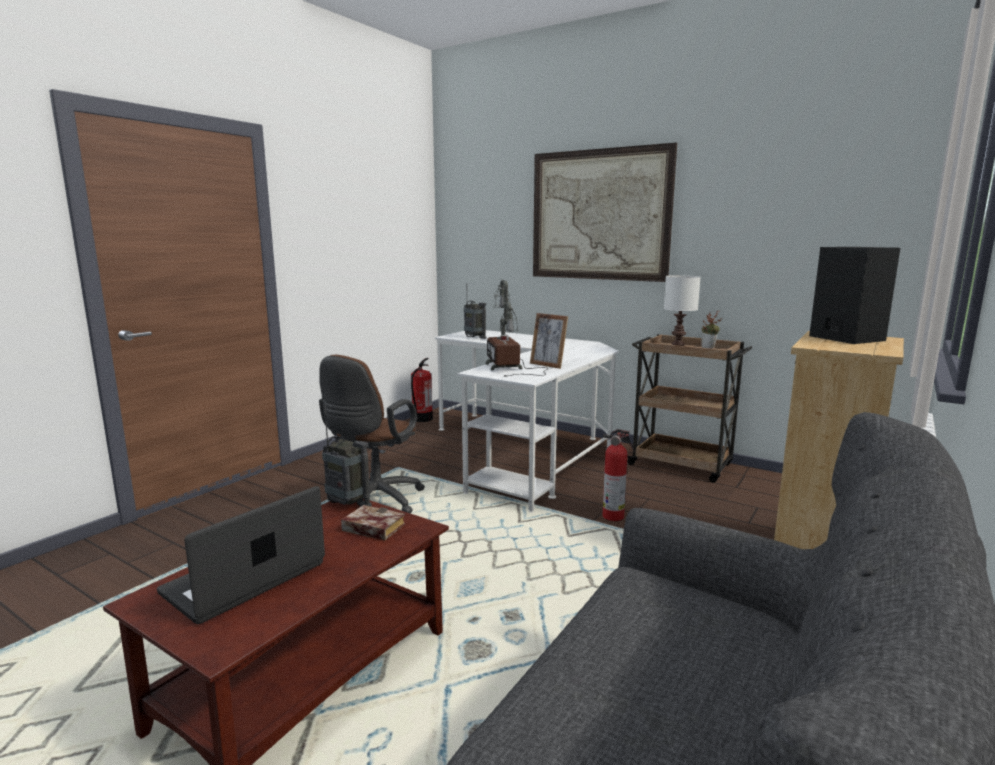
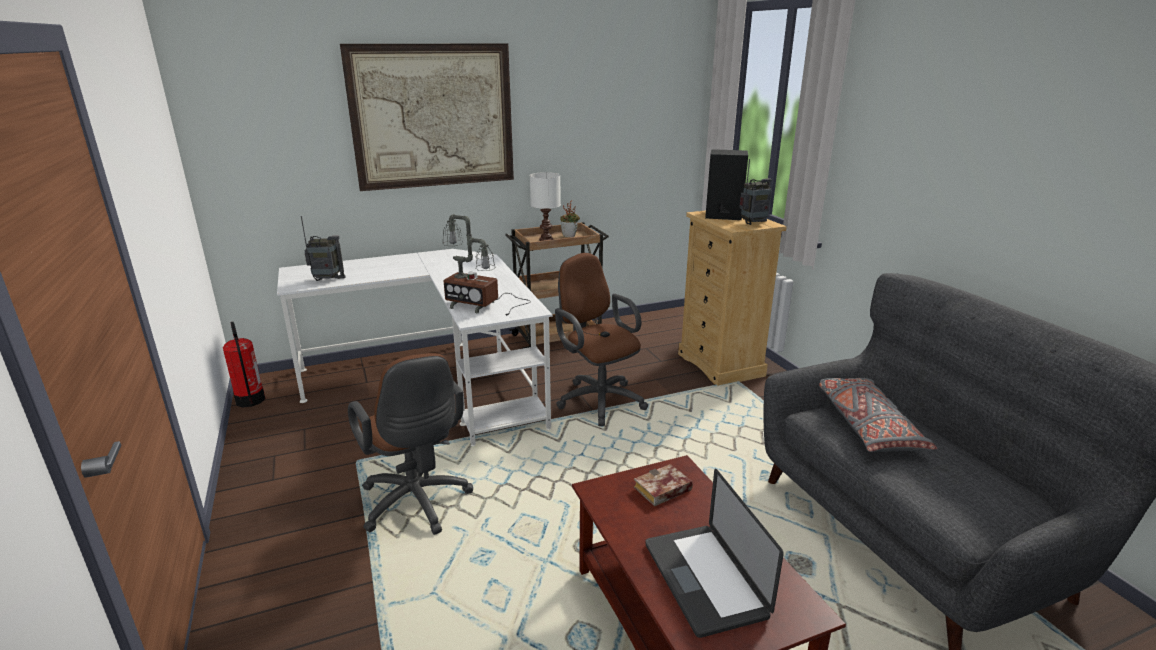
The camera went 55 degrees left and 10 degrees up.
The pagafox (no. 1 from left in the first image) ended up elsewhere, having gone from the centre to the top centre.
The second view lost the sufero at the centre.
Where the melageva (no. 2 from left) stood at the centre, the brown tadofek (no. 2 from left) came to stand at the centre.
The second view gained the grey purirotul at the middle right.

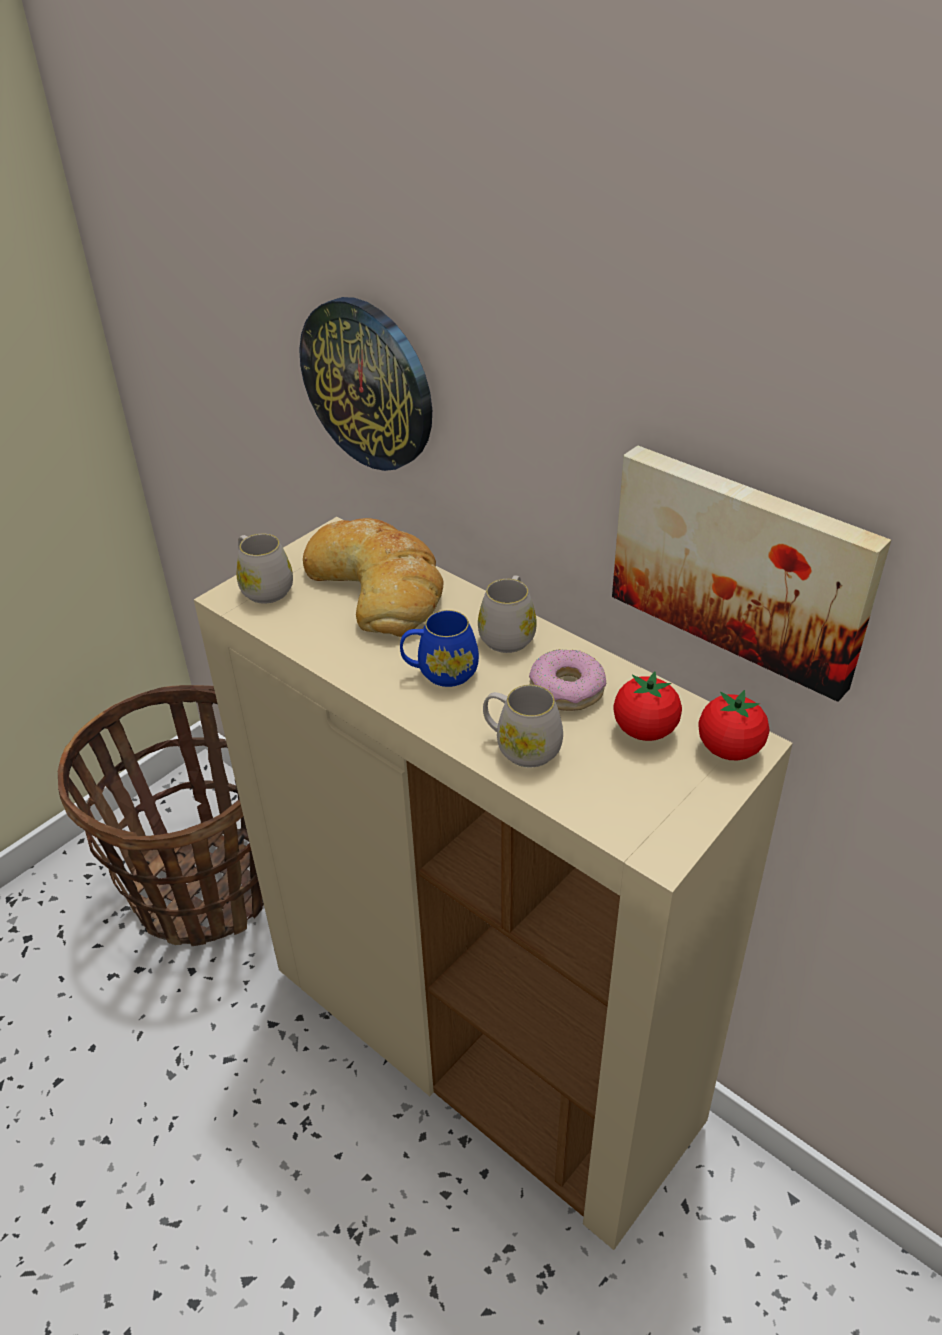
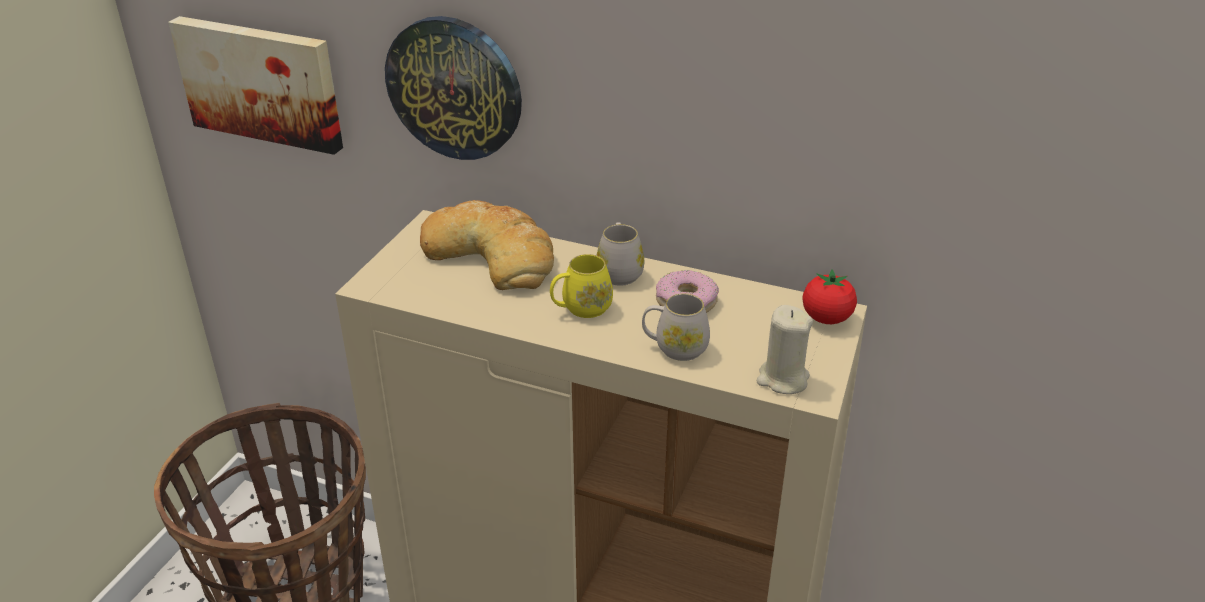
The camera went 20 degrees left and 5 degrees down.
The second view lost the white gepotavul (no. 1 from left) at the middle left.
What was the blue gepotavul at the centre turned into the yellow gepotavul at the centre.
The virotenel ended up elsewhere, having gone from the middle right to the top left.
The second view lost the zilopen (no. 1 from left) at the middle right.
The second view gained the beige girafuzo at the centre.

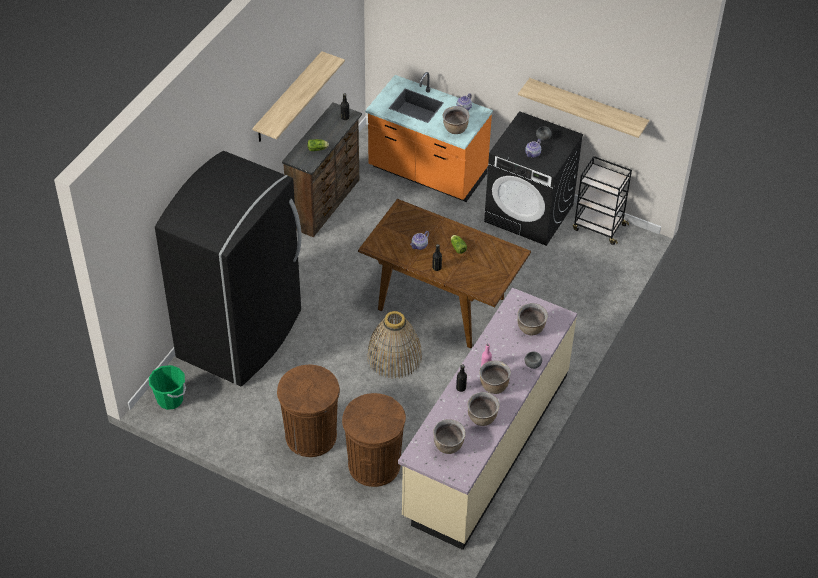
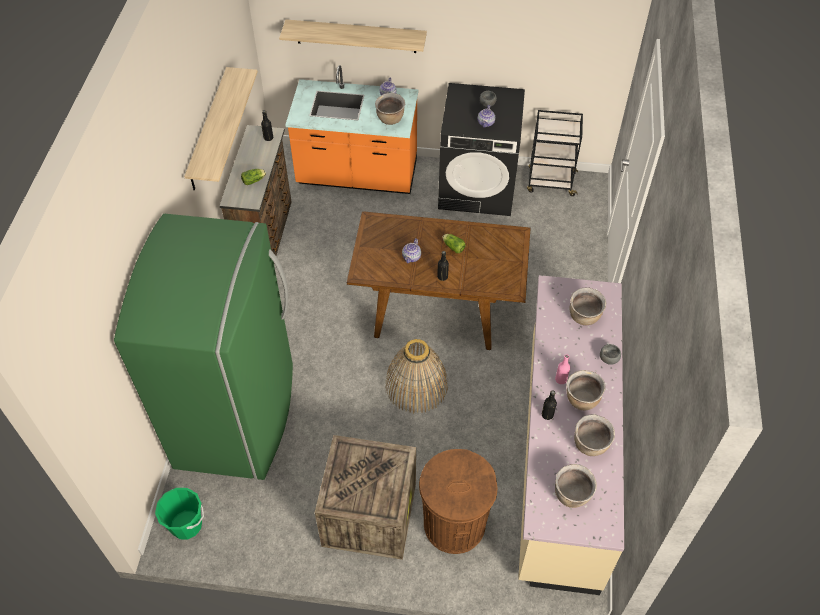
The camera went 20 degrees left and 5 degrees up.
What was the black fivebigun at the middle left turned into the green fivebigun at the middle left.
Where the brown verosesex (no. 1 from left) stood at the bottom centre, the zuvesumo came to stand at the bottom centre.
The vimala (no. 2 from left) ended up elsewhere, having gone from the top right to the top centre.

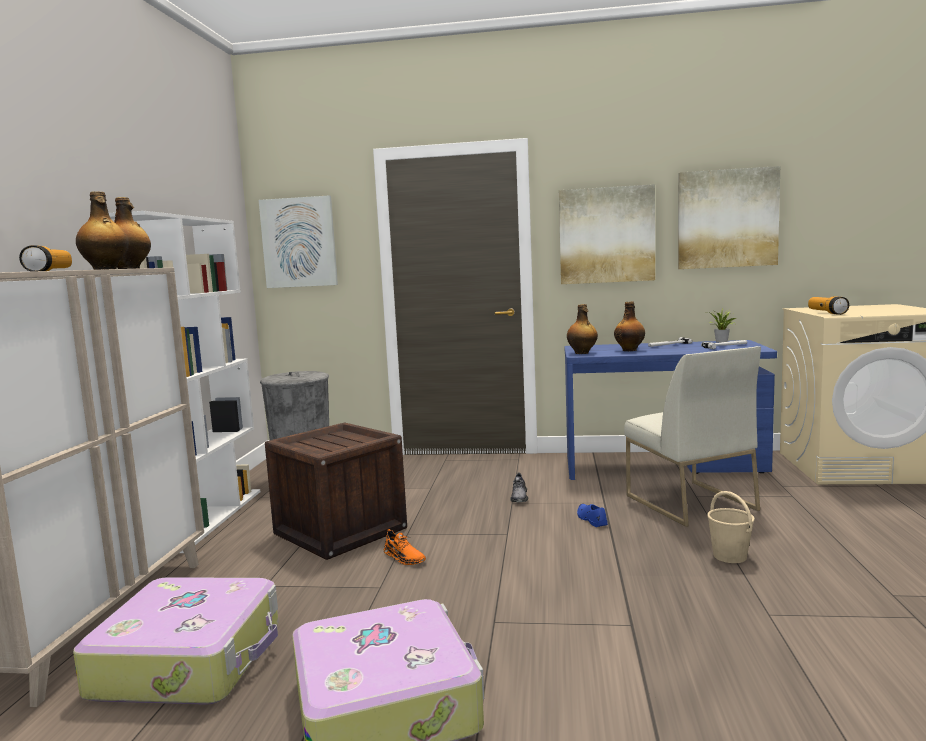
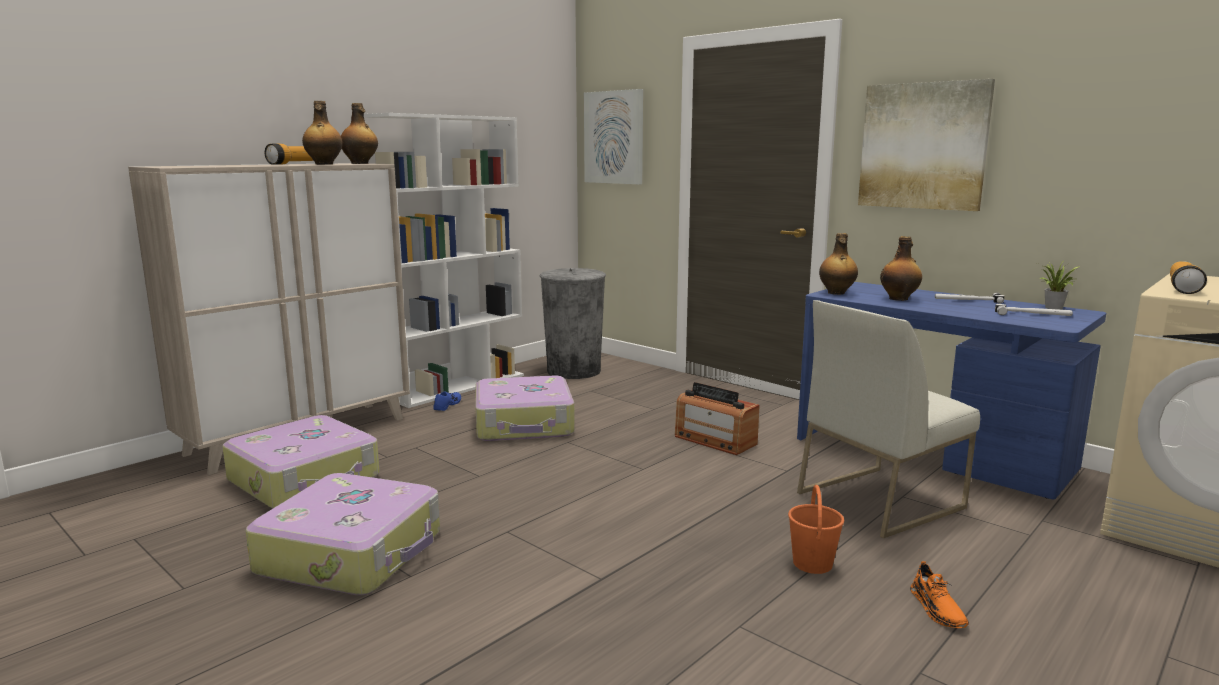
The camera went 35 degrees right and 5 degrees up.
Where the zuvesumo stood at the centre, the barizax (no. 3 from left) came to stand at the centre.
The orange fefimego ended up elsewhere, having gone from the bottom centre to the bottom right.
Where the grey fefimego stood at the centre, the pagafox came to stand at the centre.
The blue fefimego ended up elsewhere, having gone from the bottom centre to the centre.
The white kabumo at the middle right ended up facing another way, 45 degrees clockwise from before.
The second view lost the virotenel (no. 3 from left) at the top right.
What was the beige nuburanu at the bottom right turned into the orange nuburanu at the bottom right.

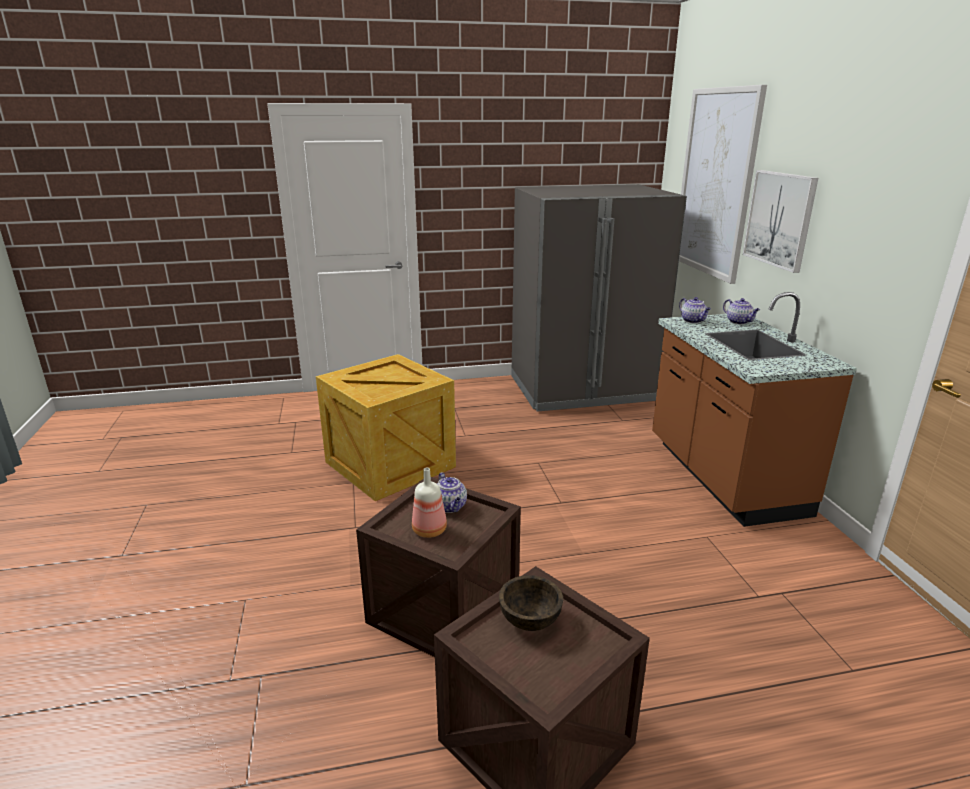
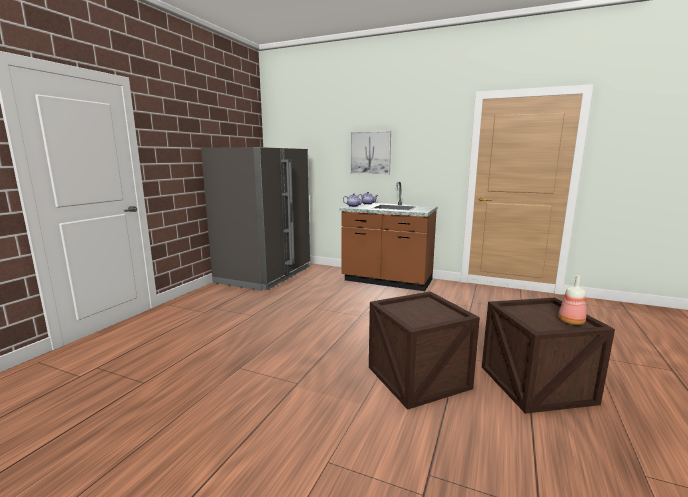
The camera went 55 degrees left and 10 degrees down.
The second view lost the zuvesumo (no. 1 from left) at the centre.
The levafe ended up elsewhere, having gone from the centre to the middle right.
The second view lost the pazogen (no. 1 from left) at the centre.
The second view lost the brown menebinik at the bottom centre.
The second view lost the virotenel (no. 1 from left) at the top right.

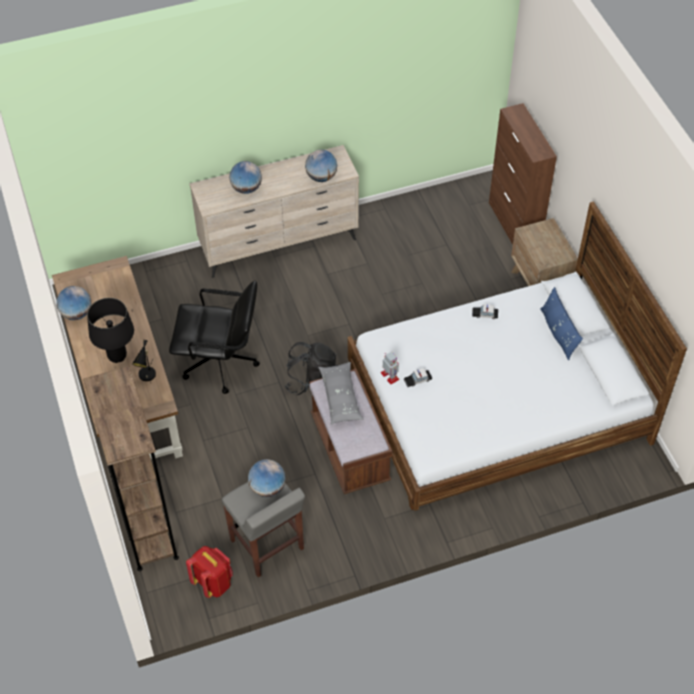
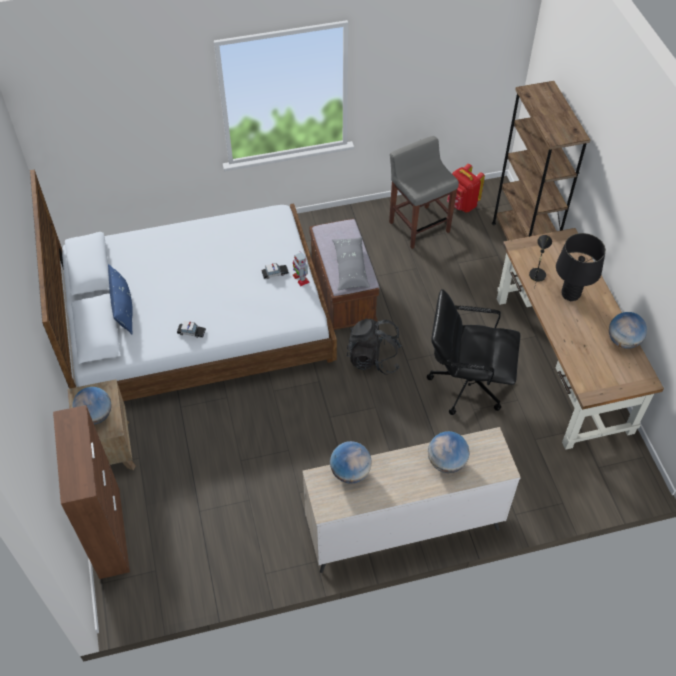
The camera went 175 degrees left and 0 degrees up.
The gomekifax (no. 3 from left in the first image) ended up elsewhere, having gone from the bottom centre to the middle left.

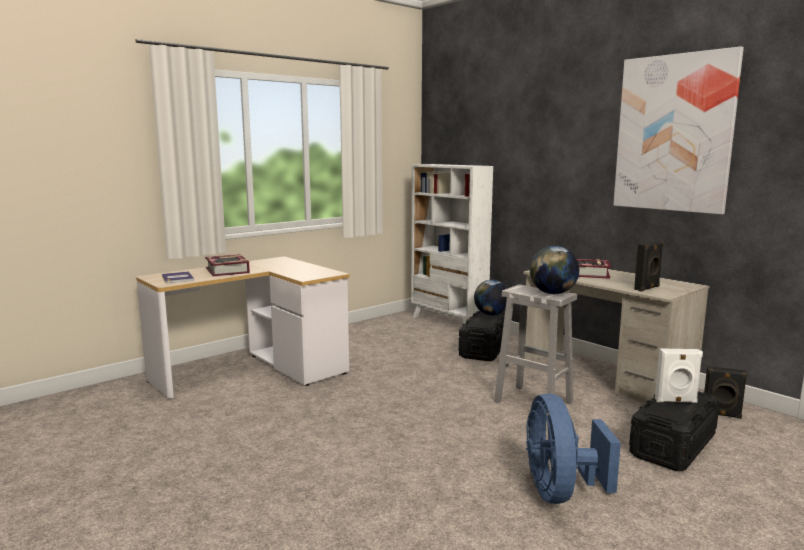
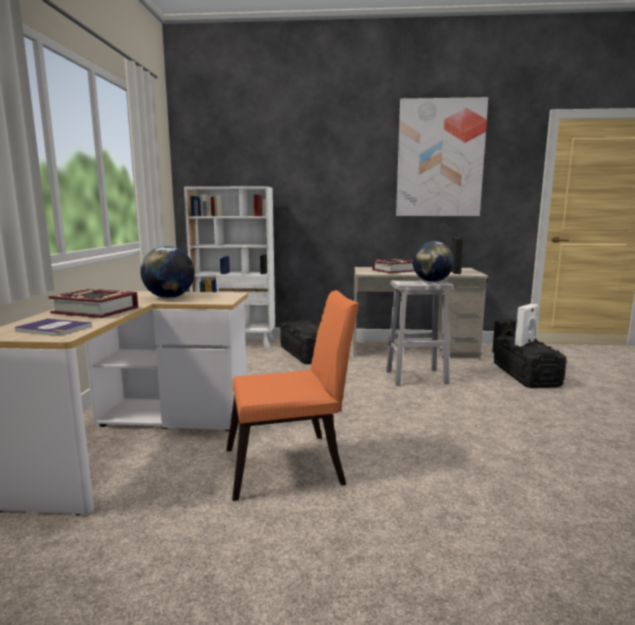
The camera went 45 degrees left and 0 degrees up.
The gomekifax (no. 1 from left) ended up elsewhere, having gone from the centre to the middle left.
The second view lost the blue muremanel at the bottom right.
The second view gained the orange kabumo at the centre.

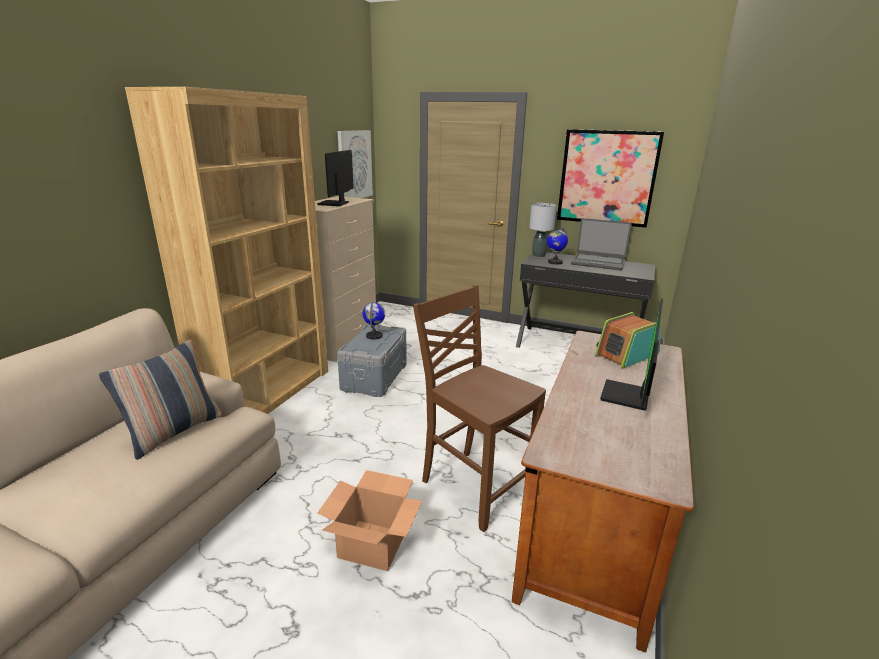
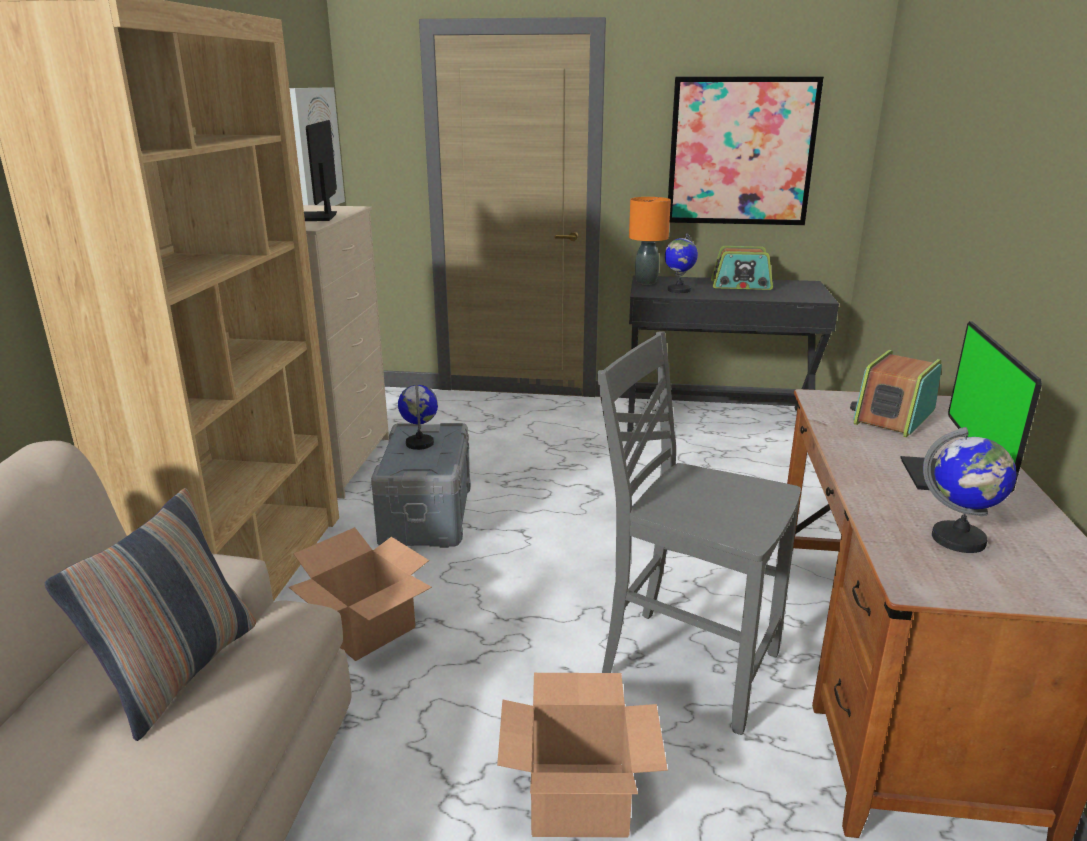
The camera went 15 degrees left and 0 degrees up.
What was the brown kabumo at the centre turned into the grey kabumo at the centre.
What was the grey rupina at the centre turned into the orange rupina at the top centre.
Where the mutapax stood at the middle right, the pagafox (no. 1 from left) came to stand at the top right.
The second view gained the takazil (no. 1 from left) at the bottom left.
The second view gained the gomekifax (no. 3 from left) at the middle right.

